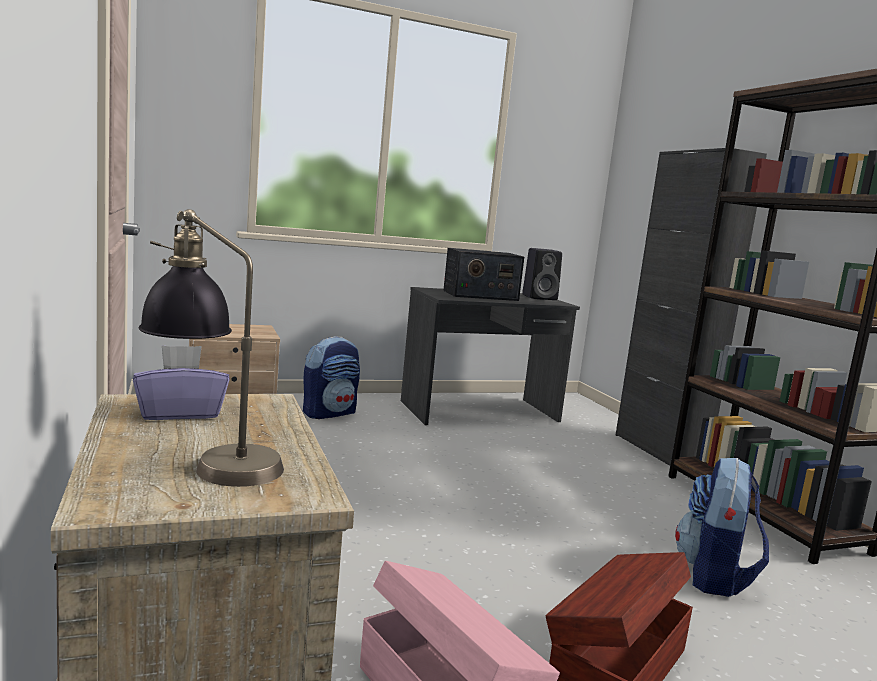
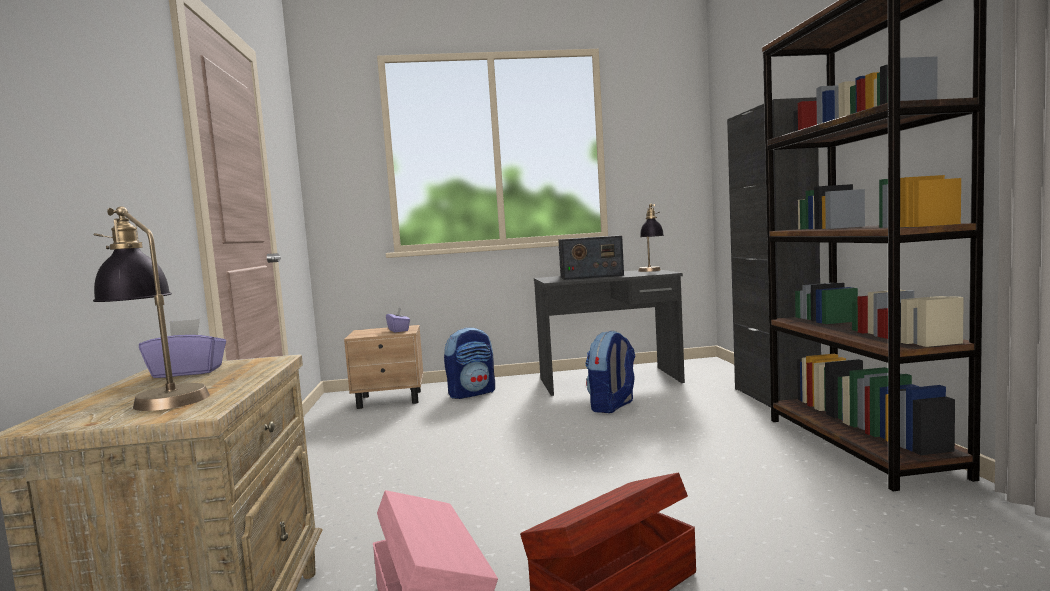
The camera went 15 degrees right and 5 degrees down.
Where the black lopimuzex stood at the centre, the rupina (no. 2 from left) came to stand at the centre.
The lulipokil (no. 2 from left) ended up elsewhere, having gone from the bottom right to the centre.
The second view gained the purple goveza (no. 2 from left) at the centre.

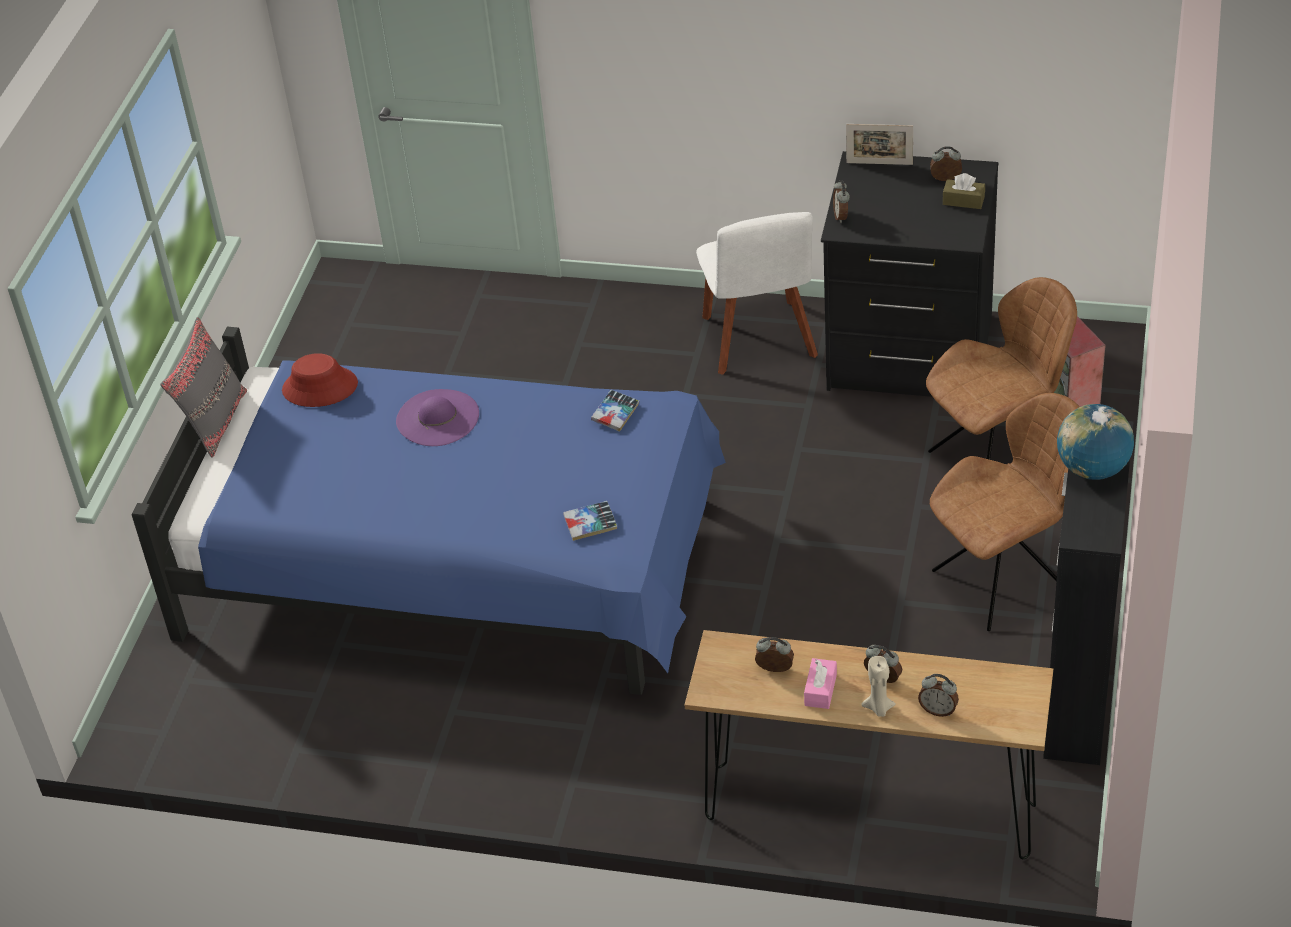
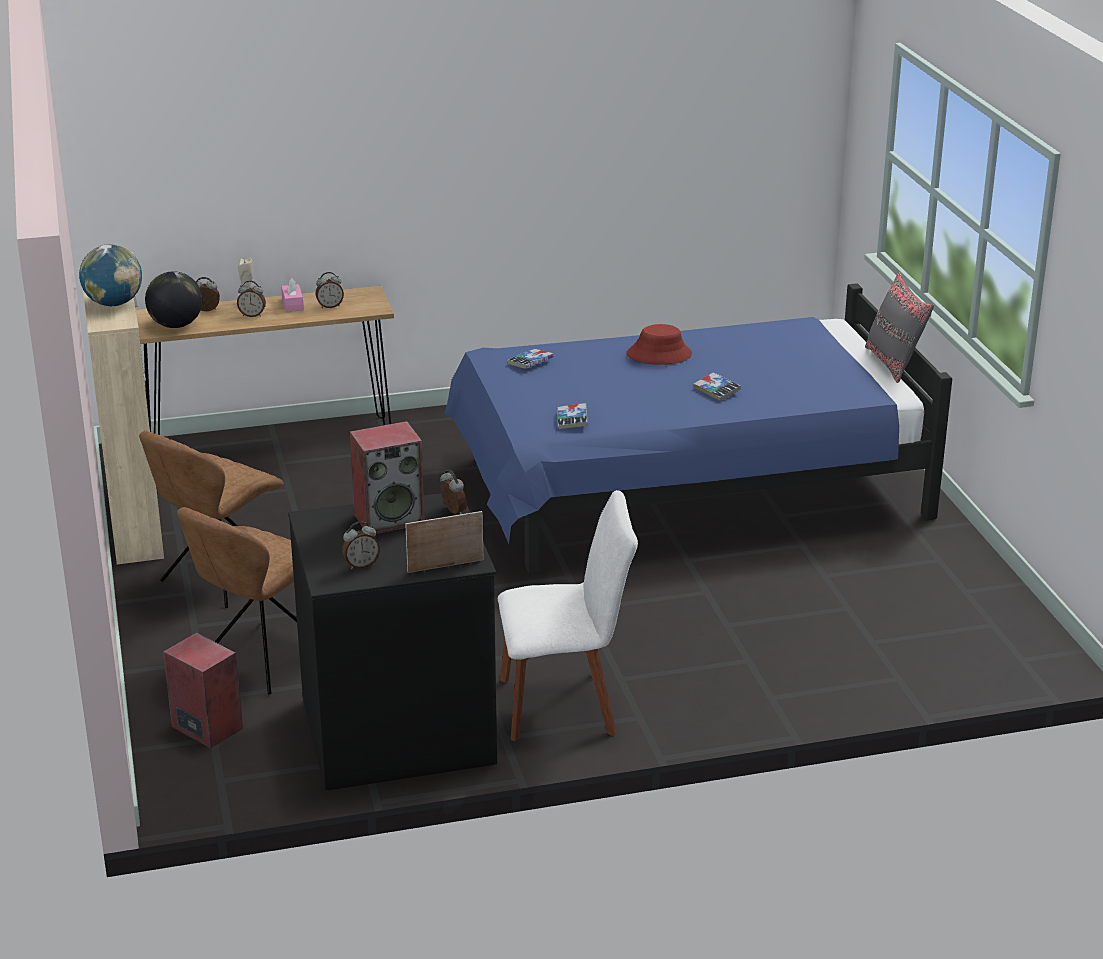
The camera went 150 degrees right and 15 degrees down.
The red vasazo ended up elsewhere, having gone from the middle left to the centre.
Where the purple vasazo stood at the centre, the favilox (no. 3 from left) came to stand at the centre.
The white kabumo at the top centre ended up facing another way, 120 degrees clockwise from before.
The second view lost the brown goveza at the top right.
What was the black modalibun at the middle right turned into the beige modalibun at the middle left.
The second view gained the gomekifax (no. 2 from left) at the top left.
The second view gained the lopimuzex (no. 2 from left) at the centre.

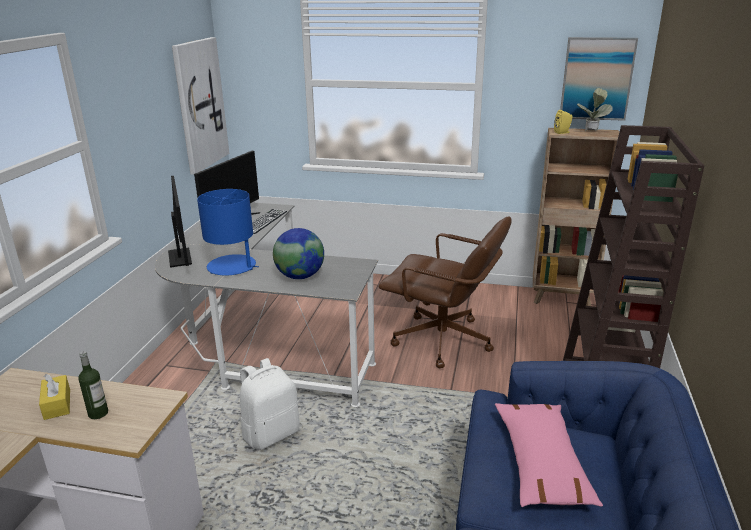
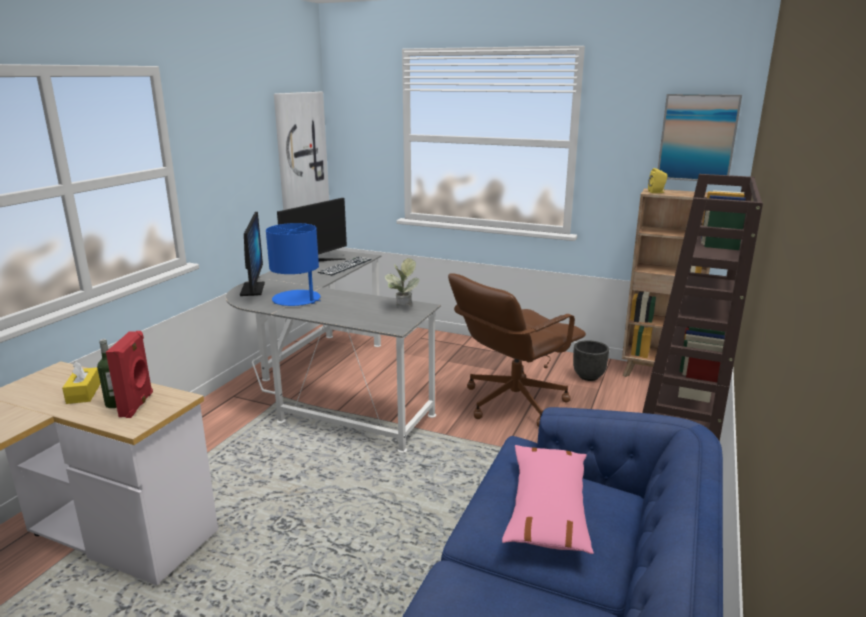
The camera went 10 degrees right and 5 degrees down.
The second view lost the white lulipokil at the bottom centre.
The second view lost the gomekifax at the centre.
The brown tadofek at the centre ended up facing another way, 105 degrees clockwise from before.
The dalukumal ended up elsewhere, having gone from the top right to the centre.
The second view gained the red lopimuzex at the middle left.
The second view gained the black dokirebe at the middle right.

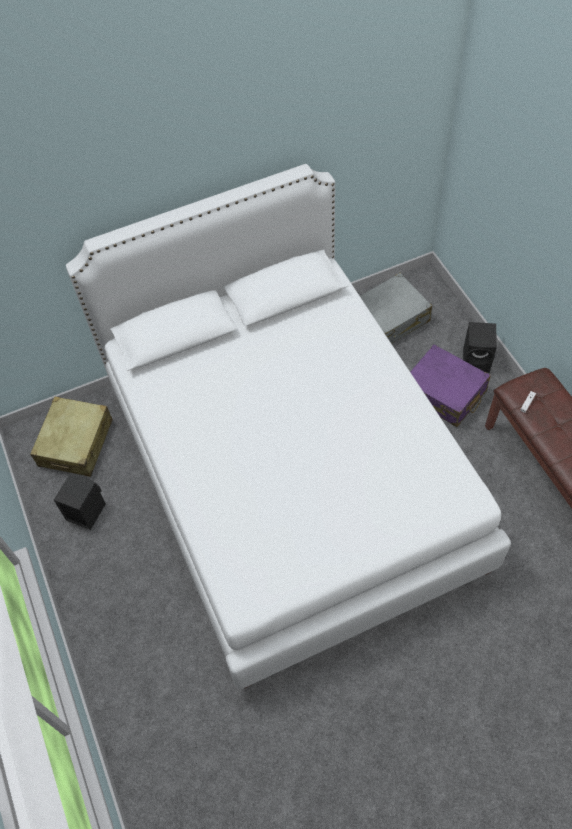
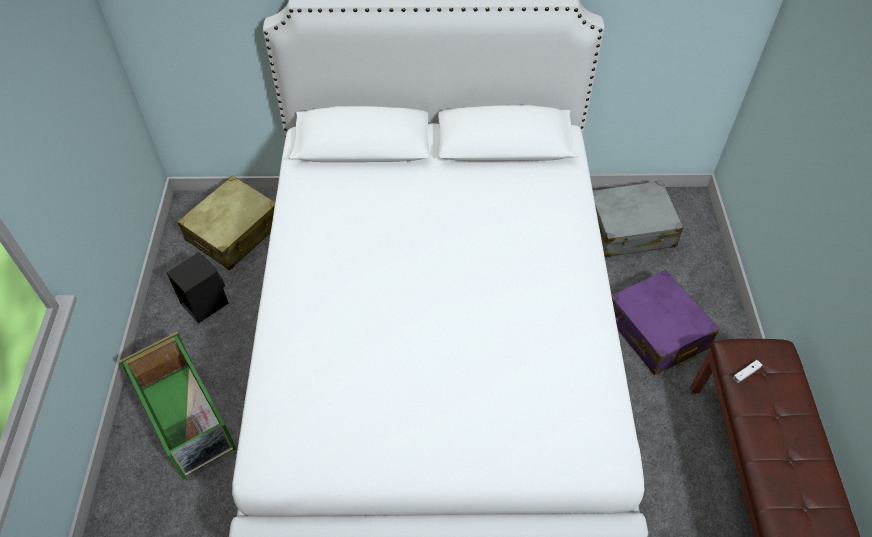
The camera went 20 degrees right and 5 degrees down.
The second view lost the black lopimuzex (no. 2 from left) at the middle right.
The second view gained the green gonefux at the bottom left.

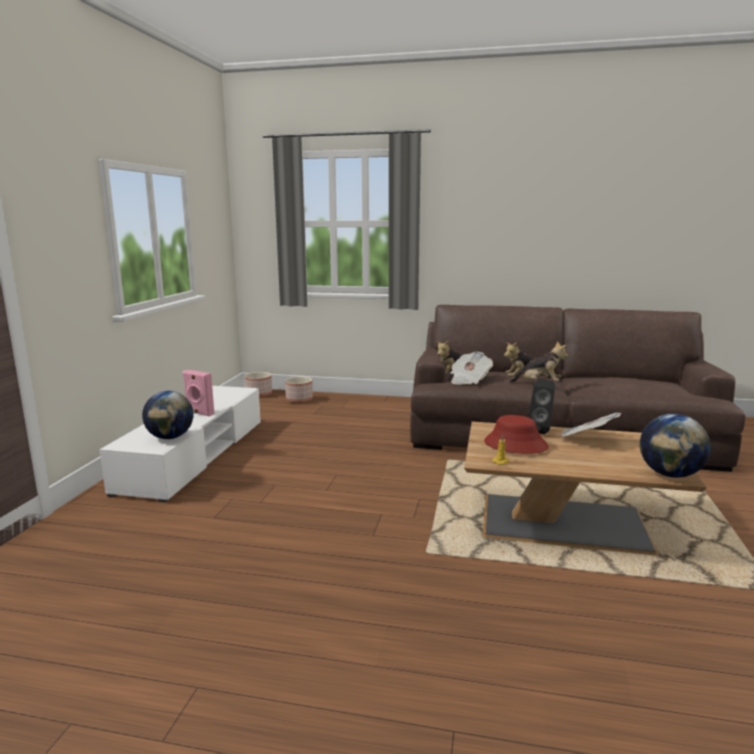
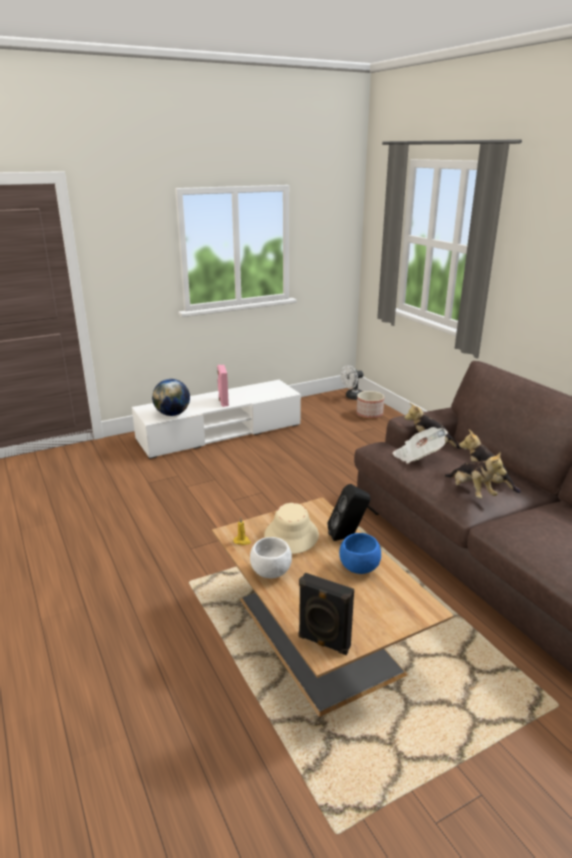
The camera went 50 degrees right and 10 degrees up.
Where the dokirebe (no. 1 from left) stood at the centre, the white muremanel came to stand at the centre.
What was the red vasazo at the middle right turned into the beige vasazo at the centre.
Where the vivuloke (no. 2 from left) stood at the middle right, the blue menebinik came to stand at the centre.
Where the gomekifax (no. 2 from left) stood at the middle right, the black lopimuzex (no. 1 from left) came to stand at the bottom centre.
The second view gained the white menebinik at the centre.

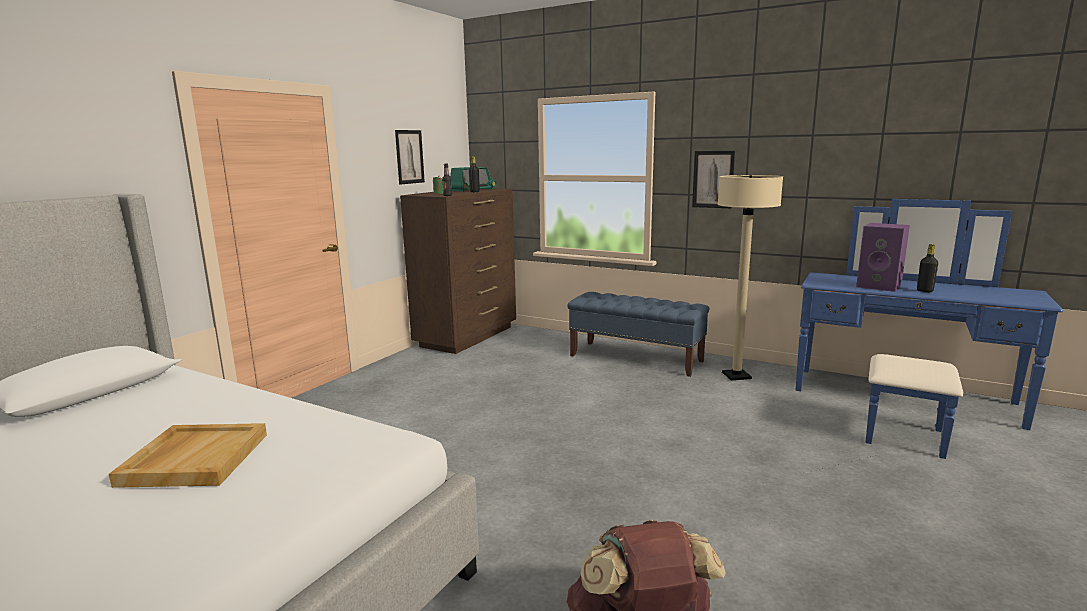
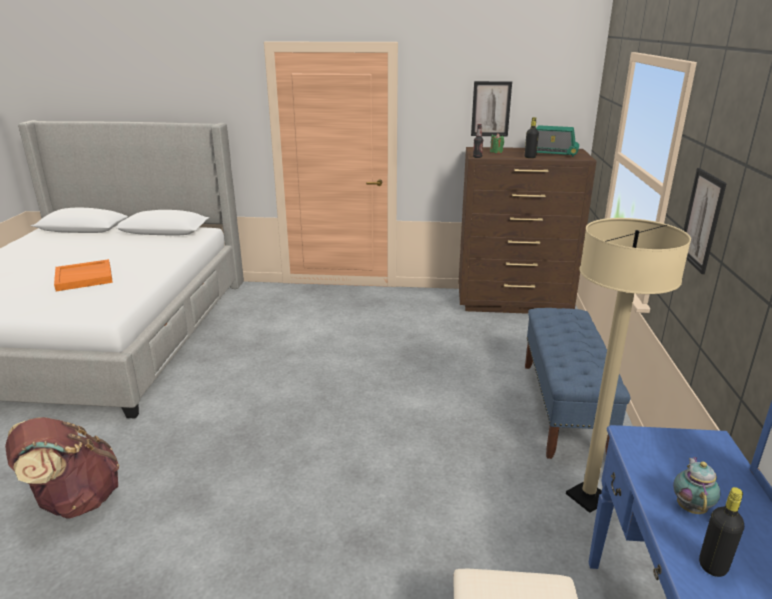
The camera went 65 degrees right and 10 degrees up.
What was the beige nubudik at the bottom left turned into the orange nubudik at the middle left.
Where the purple lopimuzex stood at the middle right, the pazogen came to stand at the bottom right.

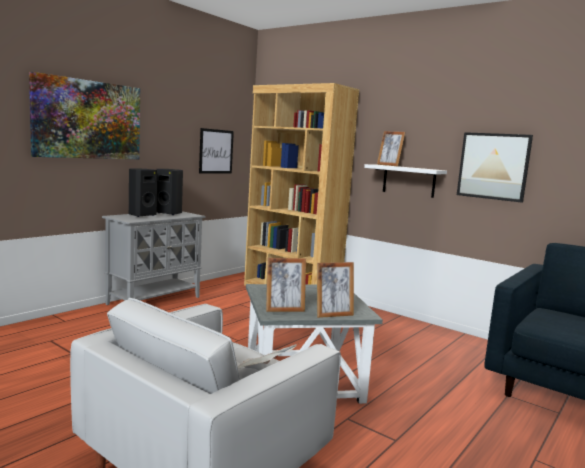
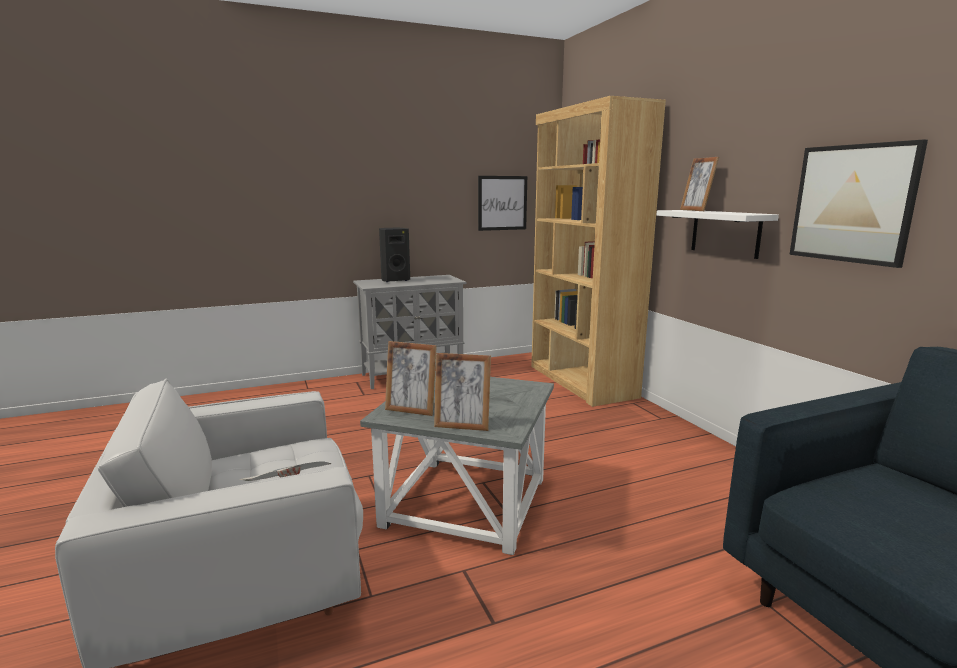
The camera went 30 degrees right and 5 degrees up.
The second view lost the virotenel (no. 1 from left) at the top left.
The second view lost the black lopimuzex (no. 2 from left) at the middle left.

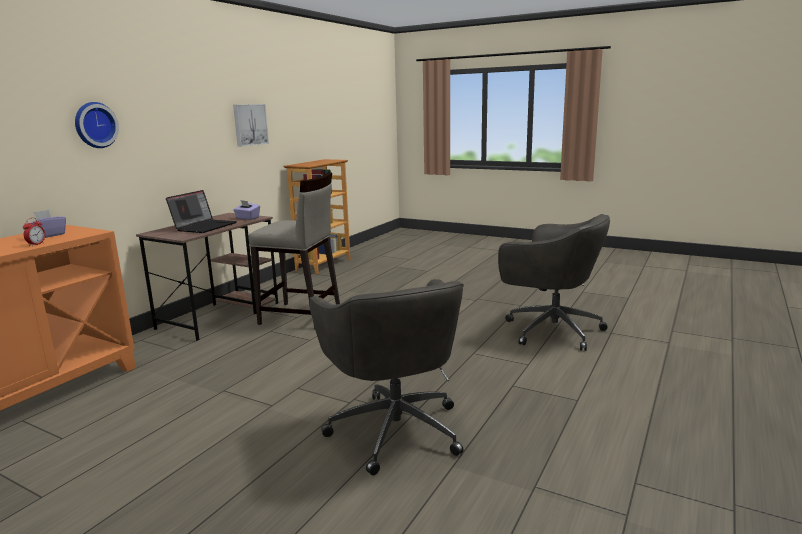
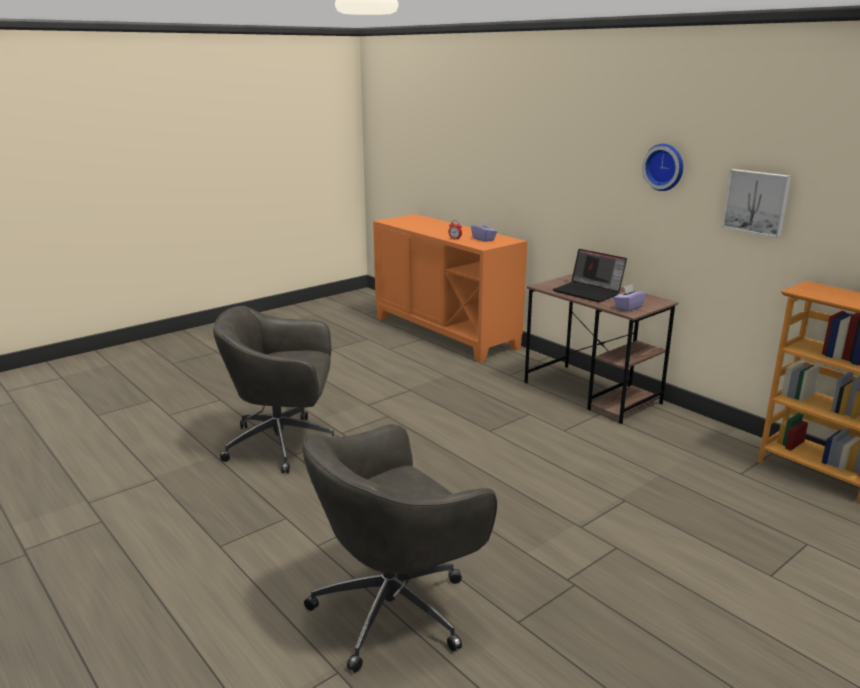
The camera went 110 degrees right and 5 degrees up.
The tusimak ended up elsewhere, having gone from the top left to the top right.
The second view lost the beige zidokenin at the centre.

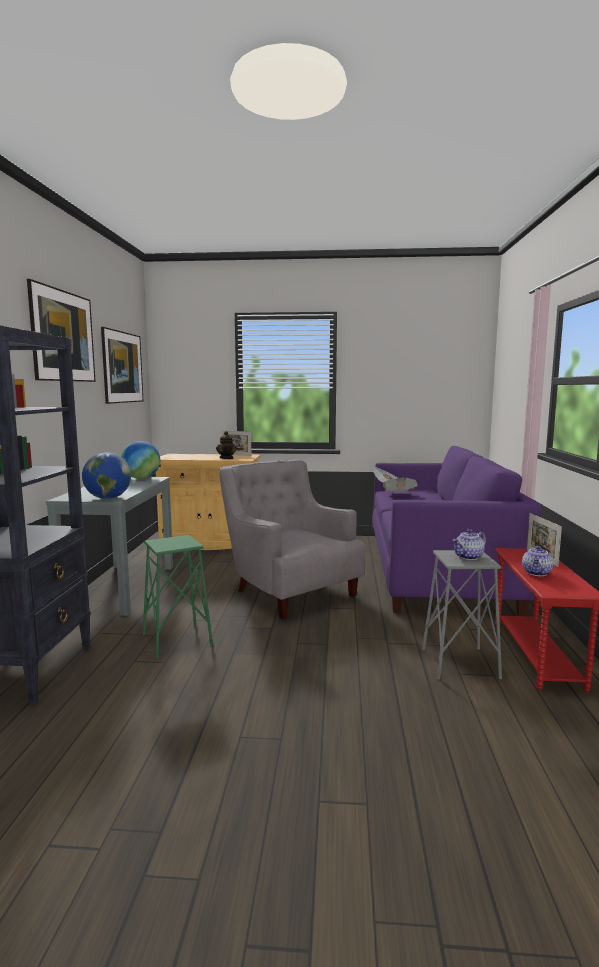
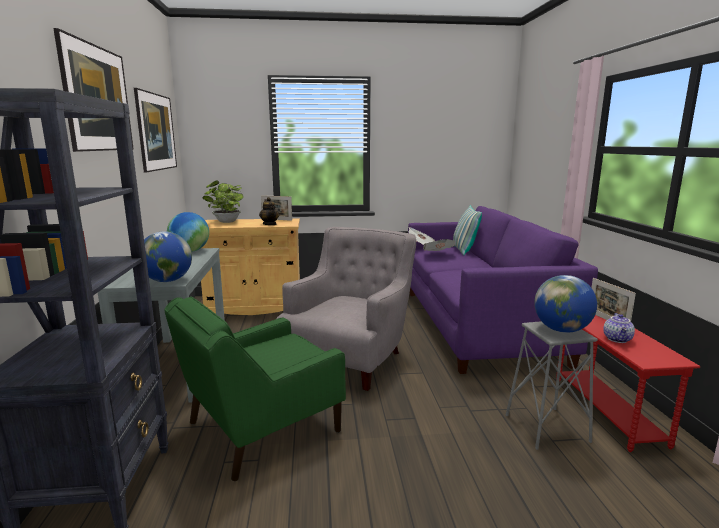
The camera went 10 degrees left and 5 degrees up.
Where the green zidokenin stood at the middle left, the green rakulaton came to stand at the bottom centre.
The grey rakulaton at the centre ended up facing another way, 75 degrees clockwise from before.
Where the pazogen (no. 2 from left) stood at the middle right, the gomekifax (no. 3 from left) came to stand at the middle right.
The second view gained the dalukumal at the middle left.
The second view gained the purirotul at the centre.

